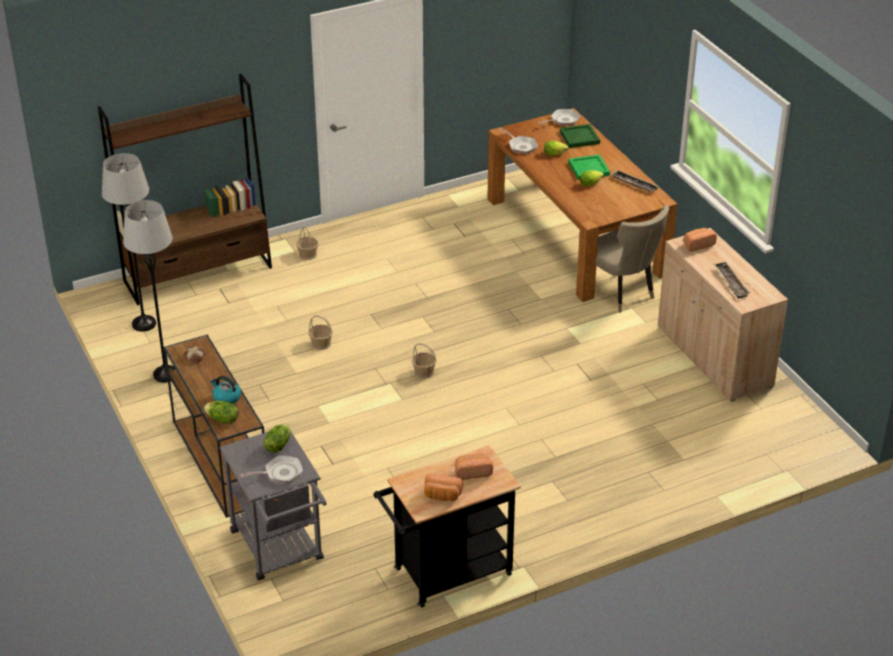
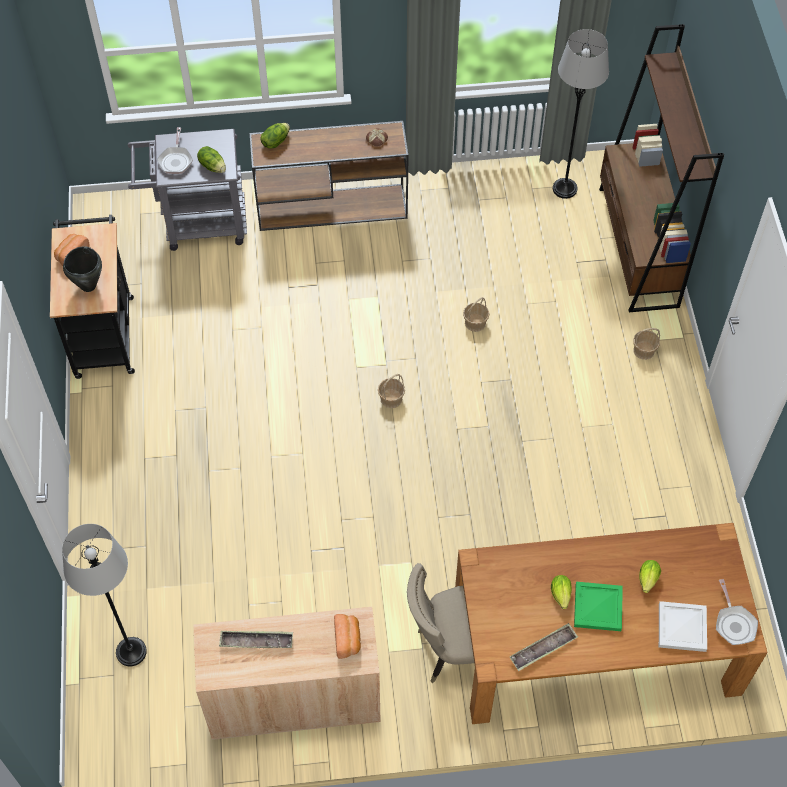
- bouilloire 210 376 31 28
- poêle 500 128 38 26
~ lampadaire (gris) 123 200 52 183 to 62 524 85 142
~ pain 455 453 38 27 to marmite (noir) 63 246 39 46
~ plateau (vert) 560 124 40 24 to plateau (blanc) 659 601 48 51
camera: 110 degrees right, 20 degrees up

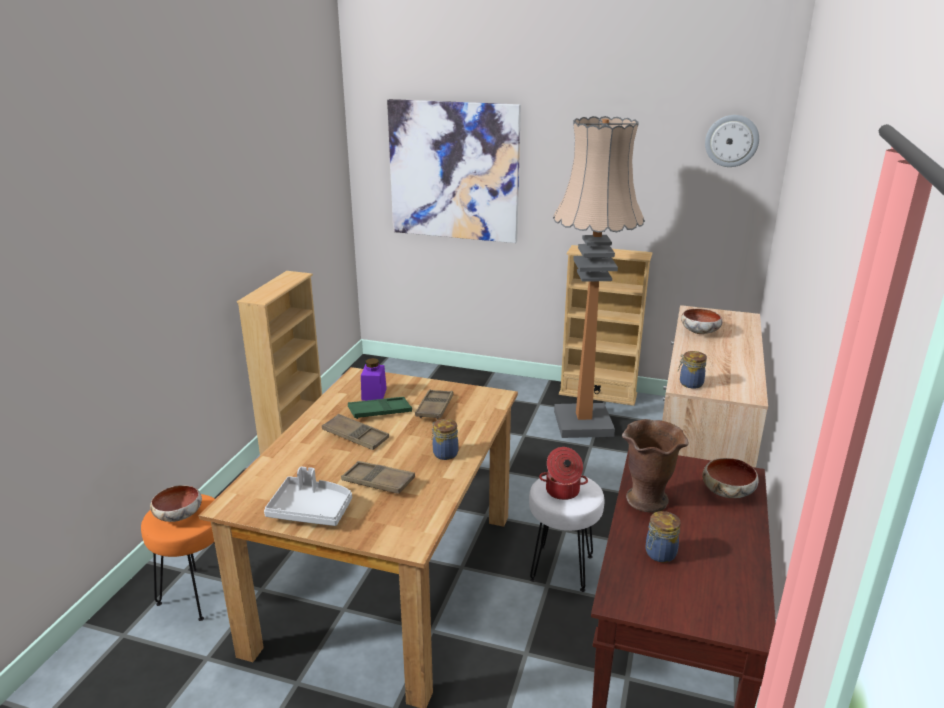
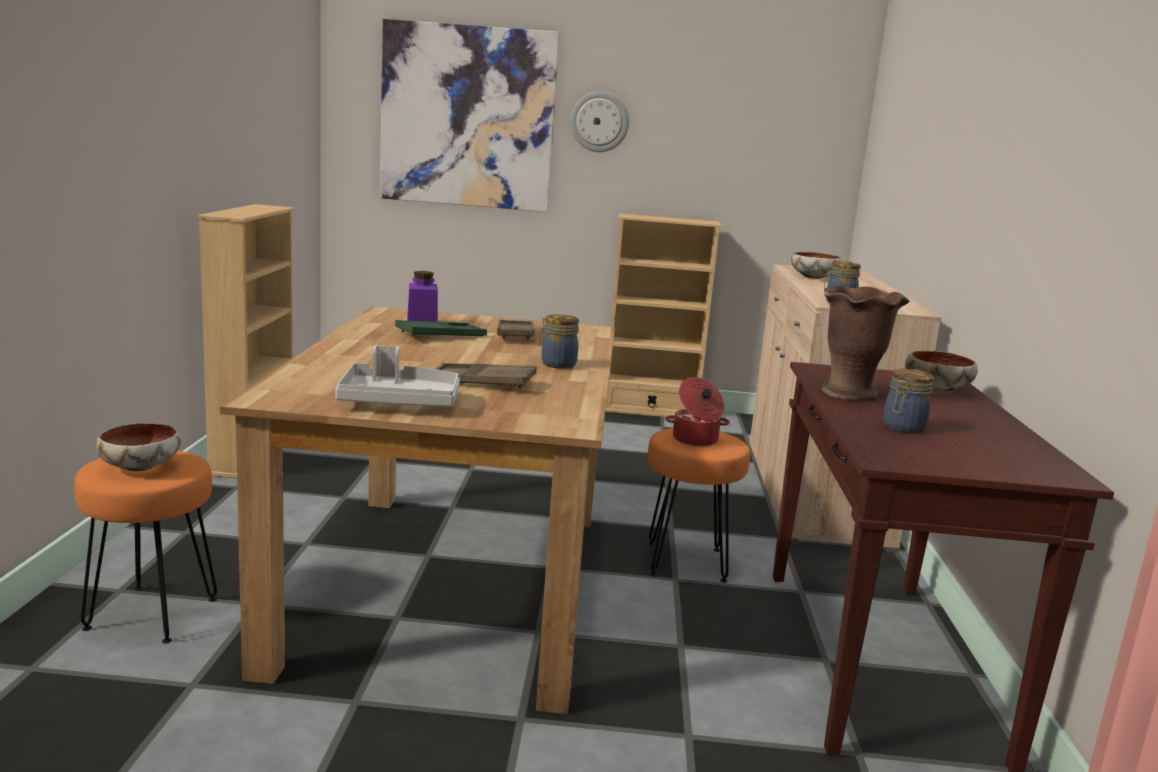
- plateau (marron) 322 414 67 36
- lampadaire 553 116 92 322
~ horloge murale 705 115 54 52 to 570 91 59 61
~ tabouret (blanc) 529 475 75 117 to tabouret (orange) 648 428 102 155
camera: 15 degrees left, 10 degrees down

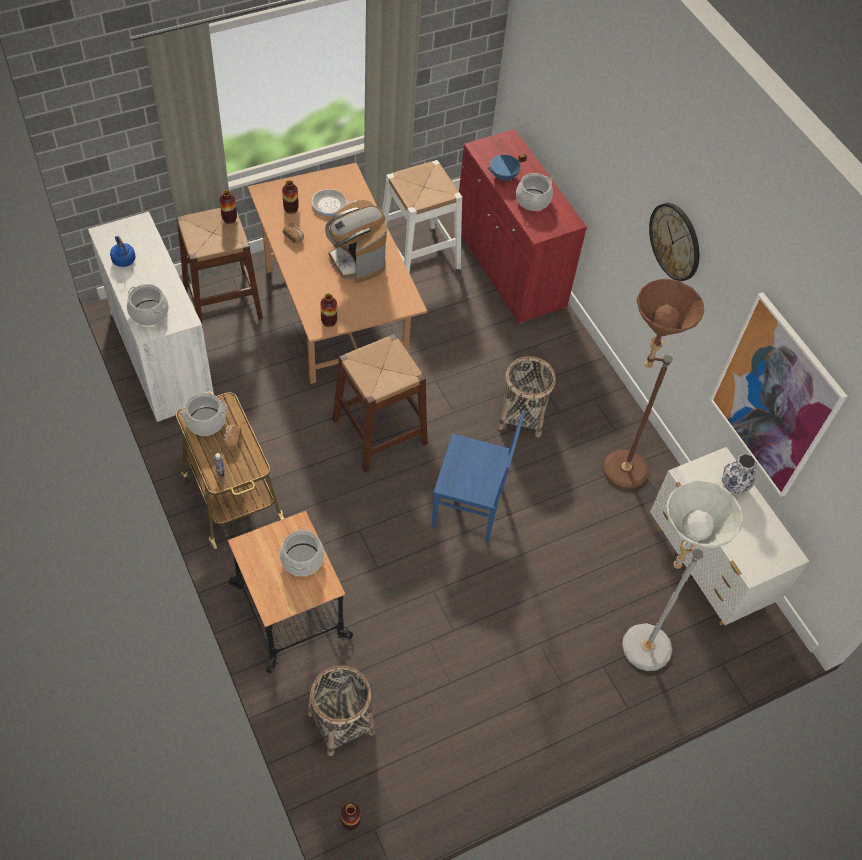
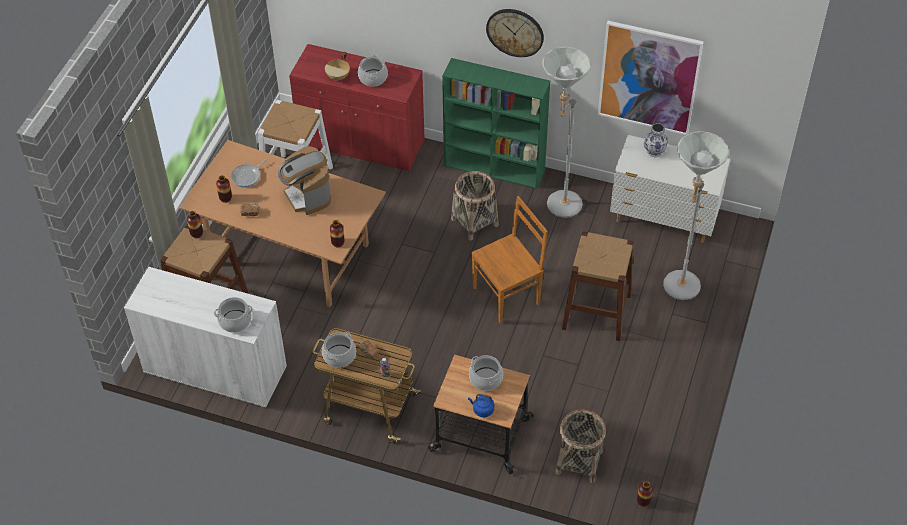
+ bibliothèque (vert) 442 58 108 131
~ bouilloire (bleu) 110 236 25 31 to 468 394 26 23
~ tabouret (marron) 332 334 96 138 to 562 231 72 110
~ chaise (bleu) 431 410 94 132 to chaise (marron) 471 196 77 127
~ marmite (bleu) 488 154 39 27 to marmite (beige) 325 52 25 29
~ lampadaire (marron) 603 279 101 210 to lampadaire (gris) 542 46 49 172
~ machine à café 325 200 62 83 = 278 146 53 69 45 degrees clockwise
camera: 40 degrees left, 5 degrees down

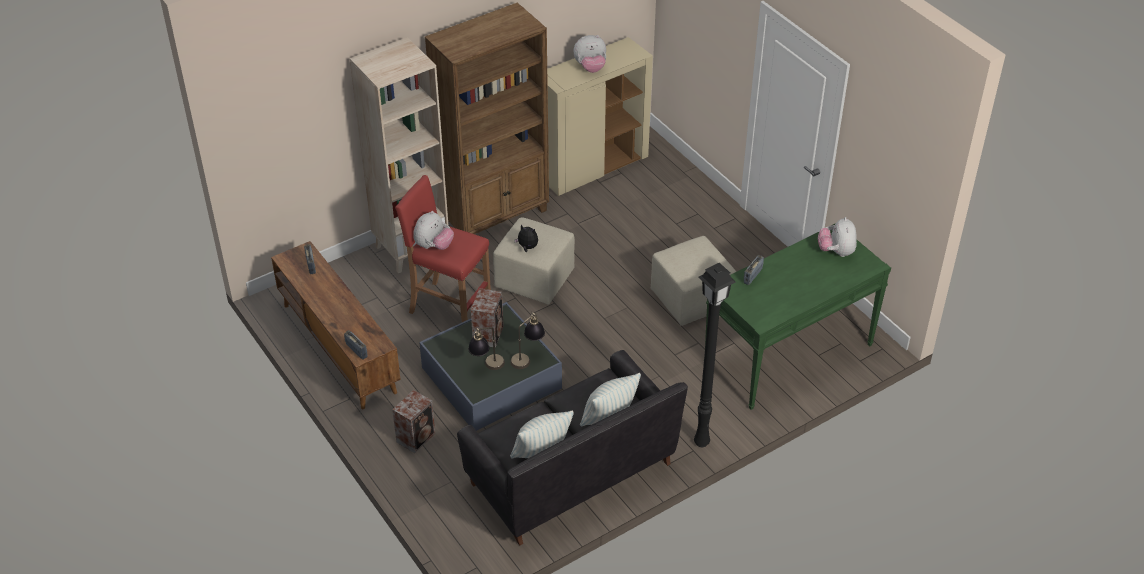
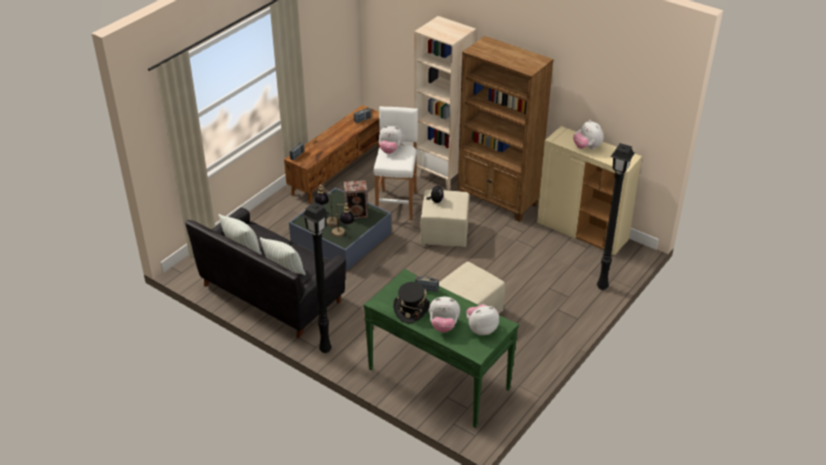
- enceinte 392 390 43 63
+ chapeau (noir) 393 282 37 41
+ peluche 429 297 31 36
+ lampadaire (noir) 597 143 38 147
~ tabouret (rouge) 395 175 96 147 to tabouret (blanc) 373 106 45 114
camera: 70 degrees right, 5 degrees down

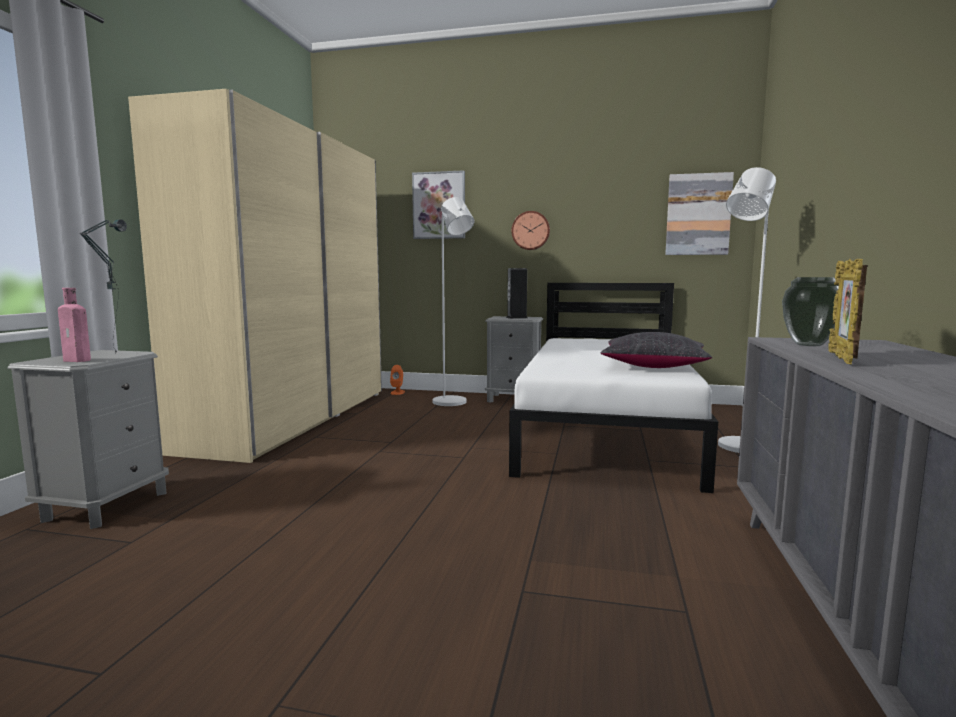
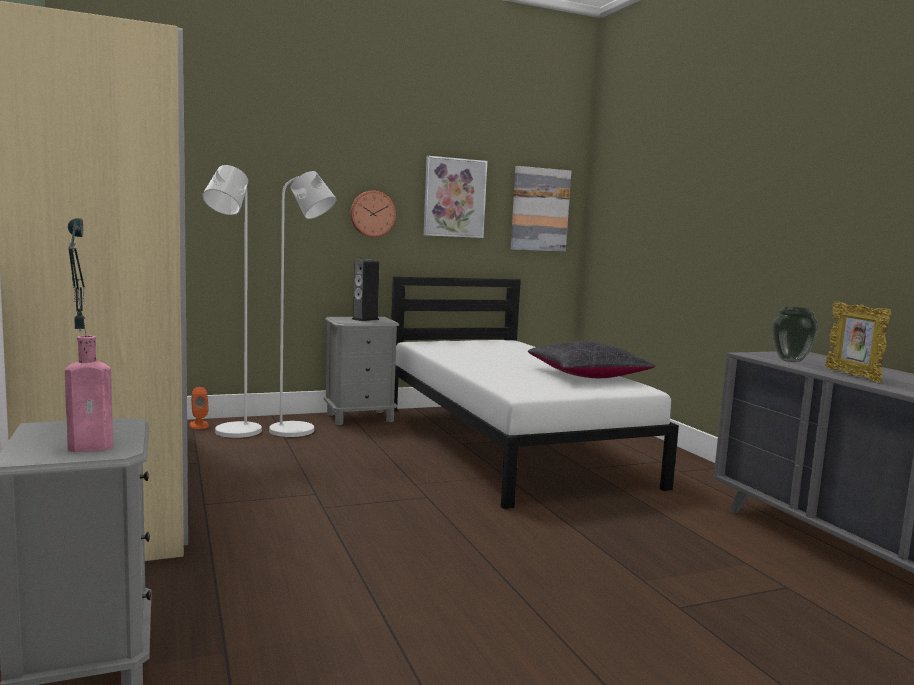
~ tableau 412 170 53 69 to 423 156 64 82
~ lampadaire (blanc) 718 167 58 286 to 202 165 60 273
camera: 35 degrees left, 0 degrees up

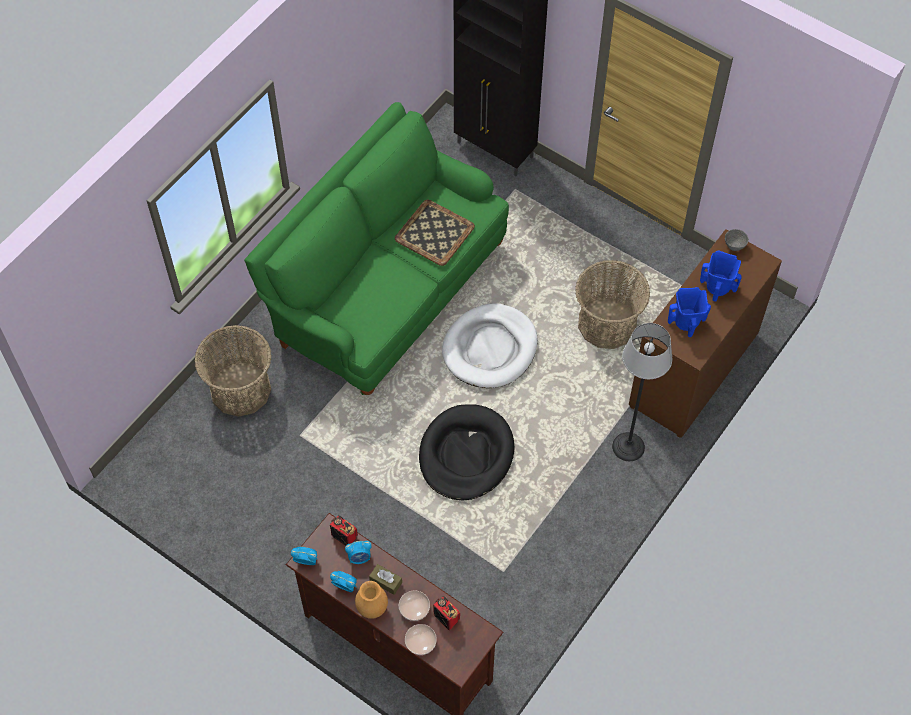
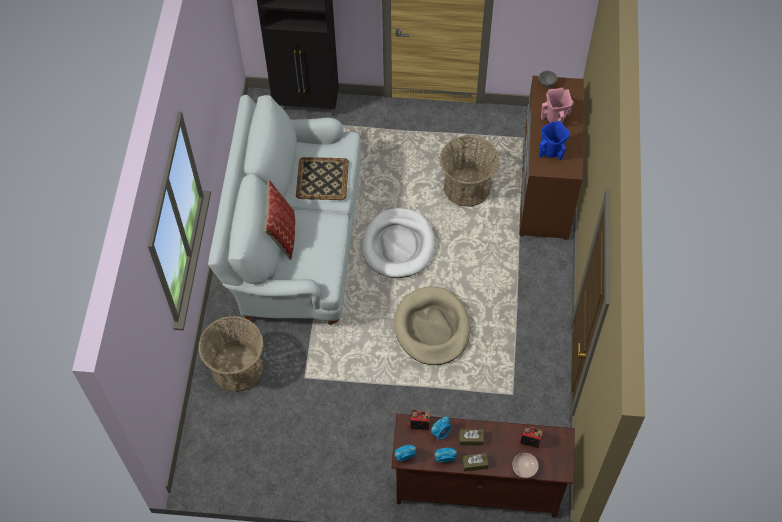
- bol 399 590 31 31
- lampadaire 612 323 60 138
+ coussin 264 180 31 80
~ vase (marron) 355 581 33 38 to boîte à mouchoirs (marron) 462 453 26 19
~ canapé (vert) 244 102 265 293 to canapé (blanc) 208 95 153 230
~ panier pour chien (noir) 419 404 96 96 to panier pour chien (beige) 394 286 76 79
~ vase (bleu) 700 251 42 51 to vase (rose) 541 88 33 35
camera: 30 degrees left, 0 degrees up

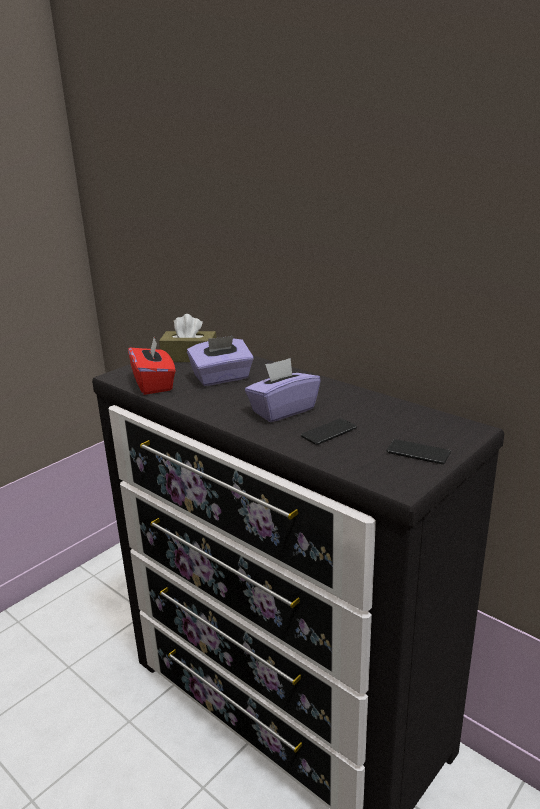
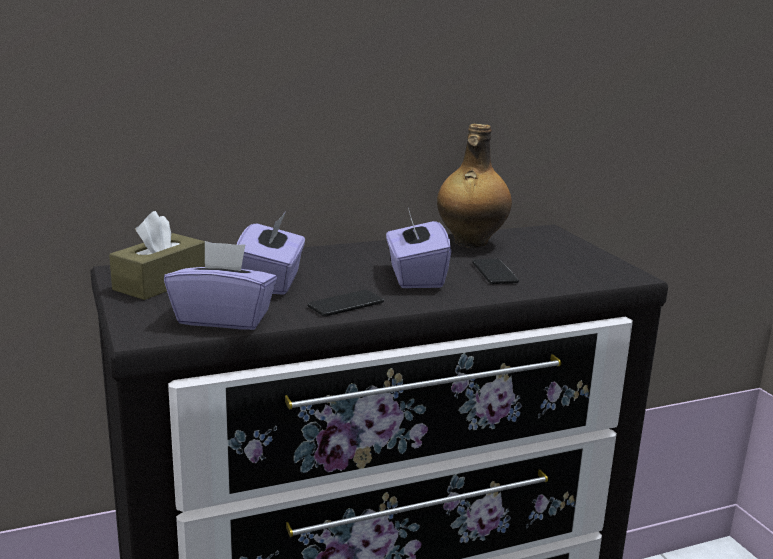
+ bouteille 437 124 75 124
~ téléphone 386 439 65 25 to 307 290 77 26
~ boîte à mouchoirs (rouge) 128 338 48 57 to boîte à mouchoirs (violet) 164 241 113 89
camera: 65 degrees left, 5 degrees down

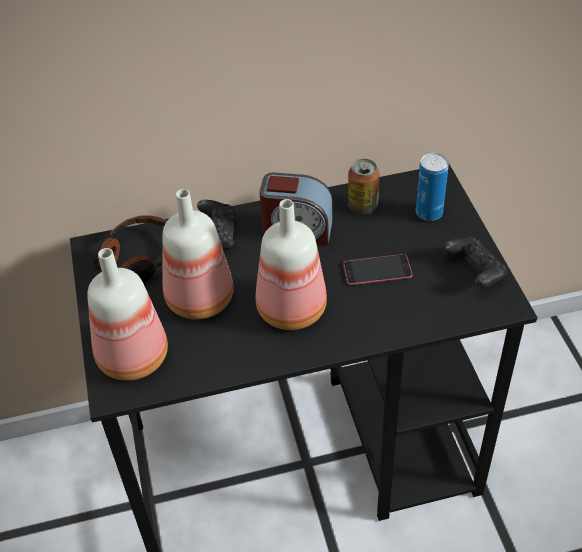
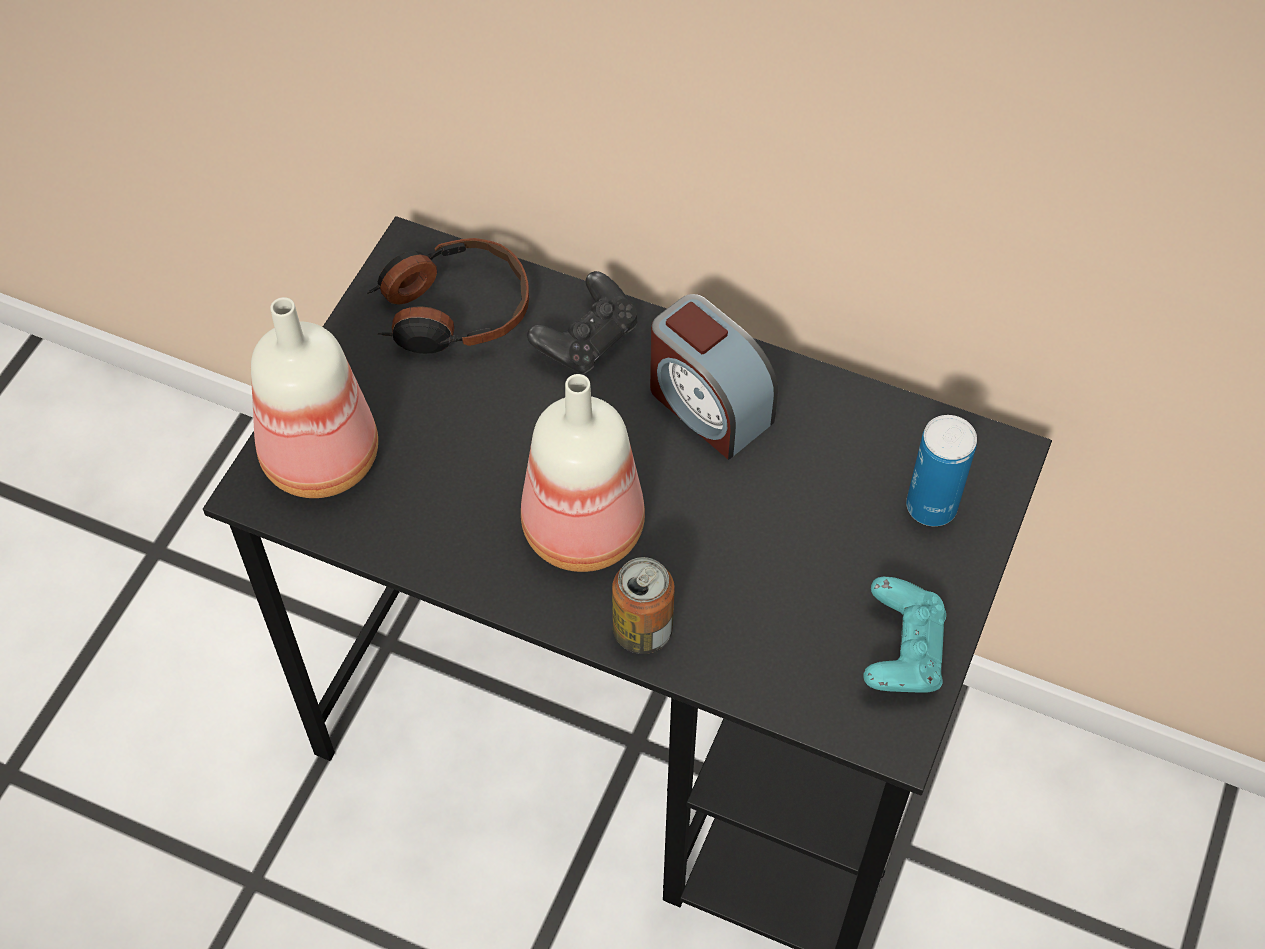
- bouteille 162 189 72 130
- téléphone 343 254 69 31
~ boîte métallique 348 159 31 56 to 612 557 63 97
~ manette (noir) 443 237 64 51 to manette (turquoise) 863 576 83 117
camera: 35 degrees right, 10 degrees up

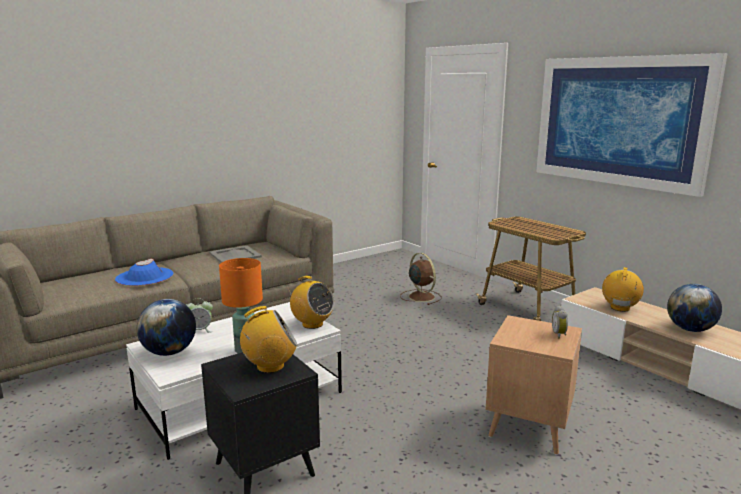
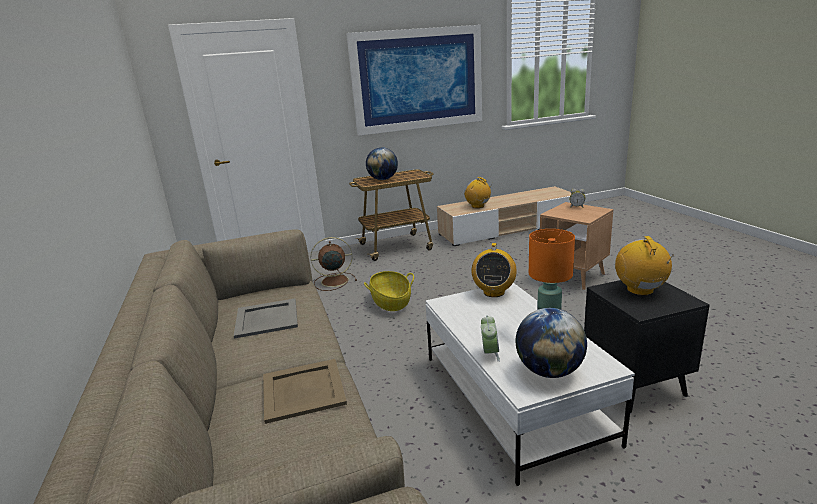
+ panier 364 271 50 40
~ globe 667 284 55 48 to 366 147 32 33
~ chapeau (bleu) 115 259 59 27 to plateau (beige) 263 359 84 65
~ radio 286 276 48 53 = 472 243 45 54 135 degrees clockwise
camera: 70 degrees left, 5 degrees up

